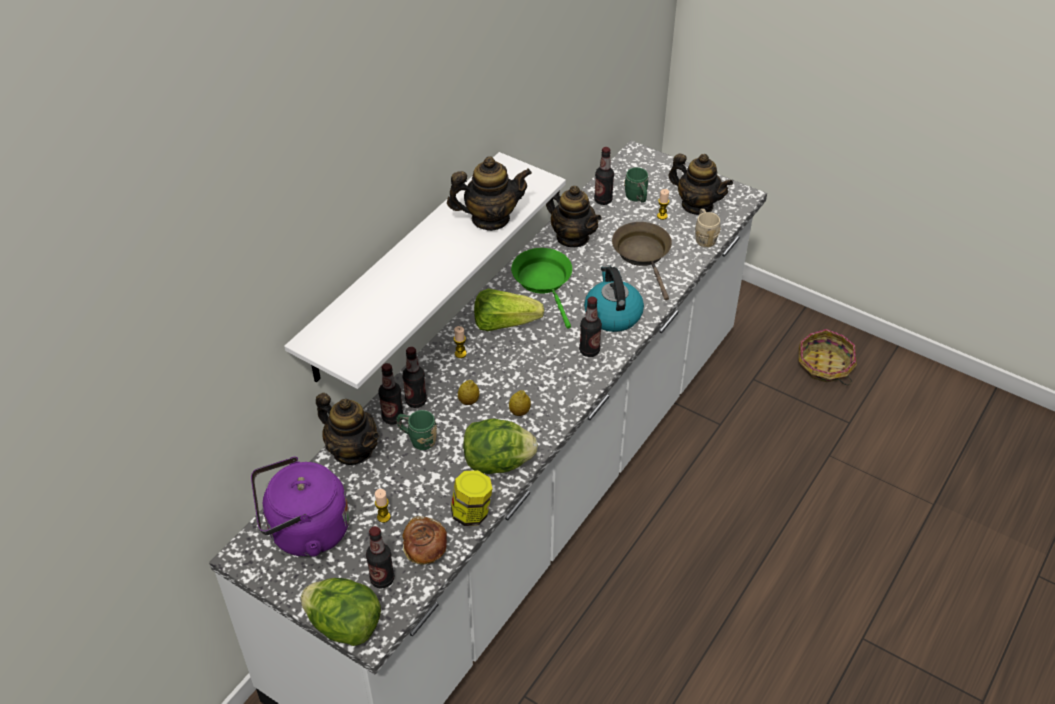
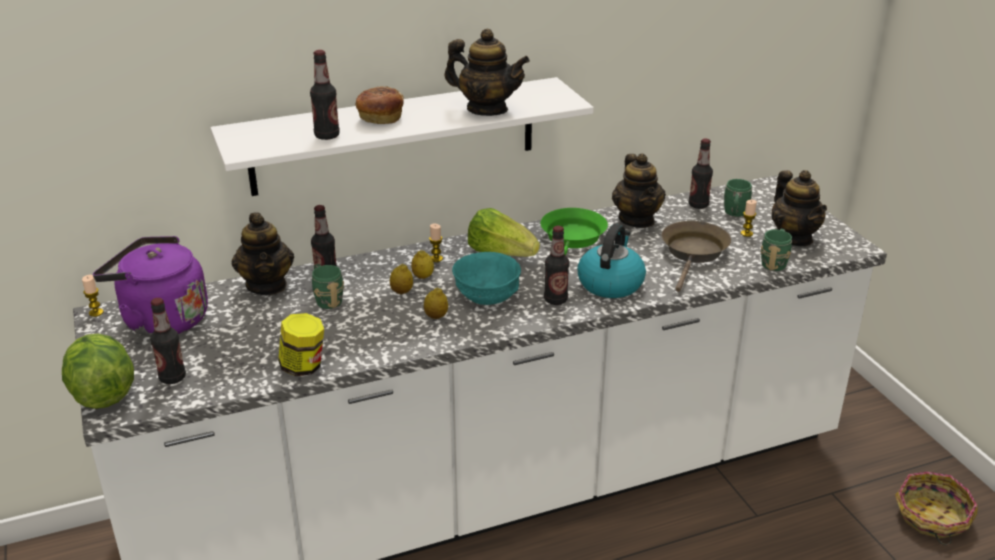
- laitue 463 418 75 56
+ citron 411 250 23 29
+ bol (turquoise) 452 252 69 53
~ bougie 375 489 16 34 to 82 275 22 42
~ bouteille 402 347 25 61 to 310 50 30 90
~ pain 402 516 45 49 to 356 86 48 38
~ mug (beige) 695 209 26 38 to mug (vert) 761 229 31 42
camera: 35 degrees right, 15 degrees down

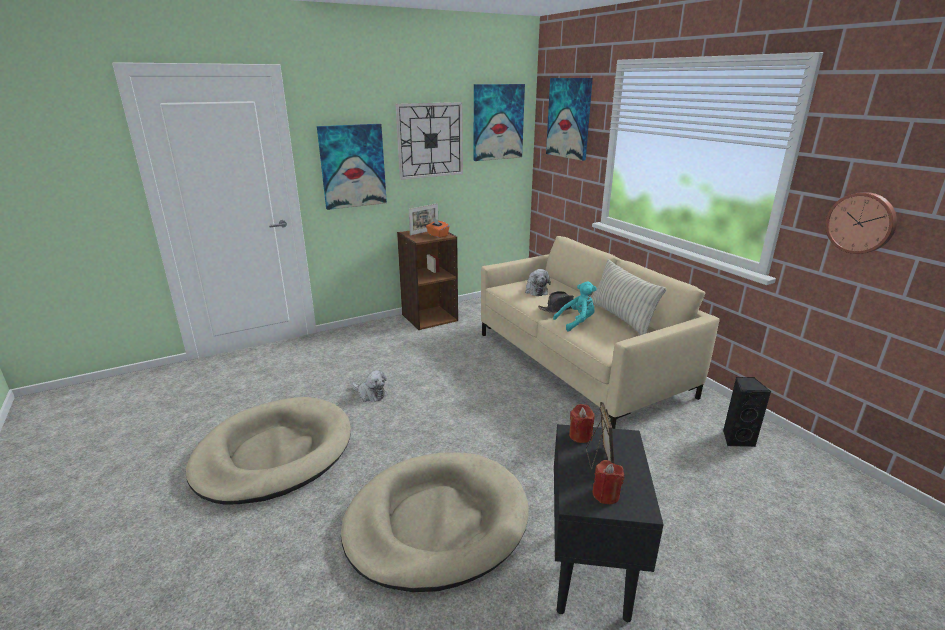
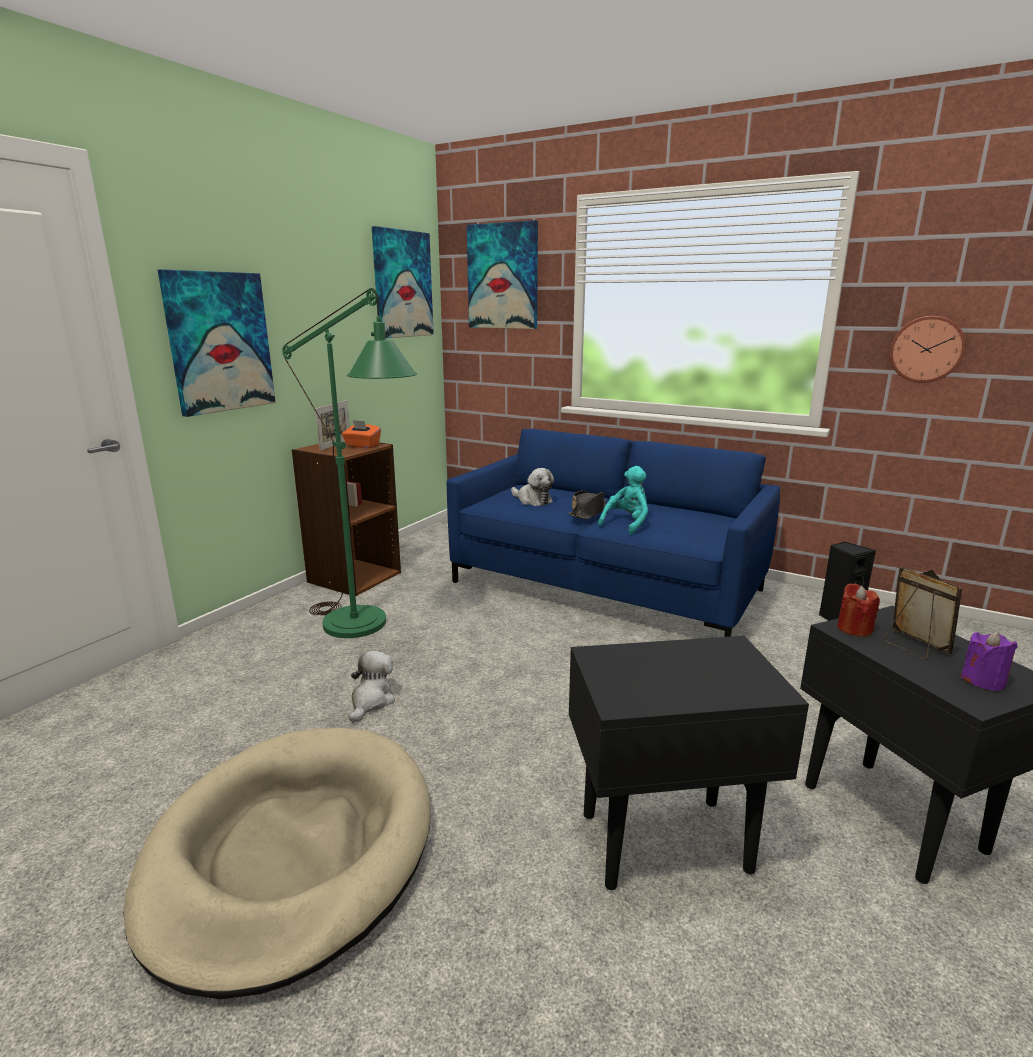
- horloge murale 396 102 67 78
- coussin 592 259 75 76
+ lampadaire (vert) 282 288 135 350
~ panier pour chien (beige) 341 453 188 139 to table d'appoint (noir) 569 636 240 254
~ canapé (beige) 481 236 239 193 to canapé (bleu) 447 429 333 208
~ bougie (rouge) 592 460 32 44 to bougie (violet) 961 632 57 59
~ peluche 351 370 36 32 = 349 651 46 72 75 degrees counterclockwise
camera: 30 degrees left, 5 degrees down

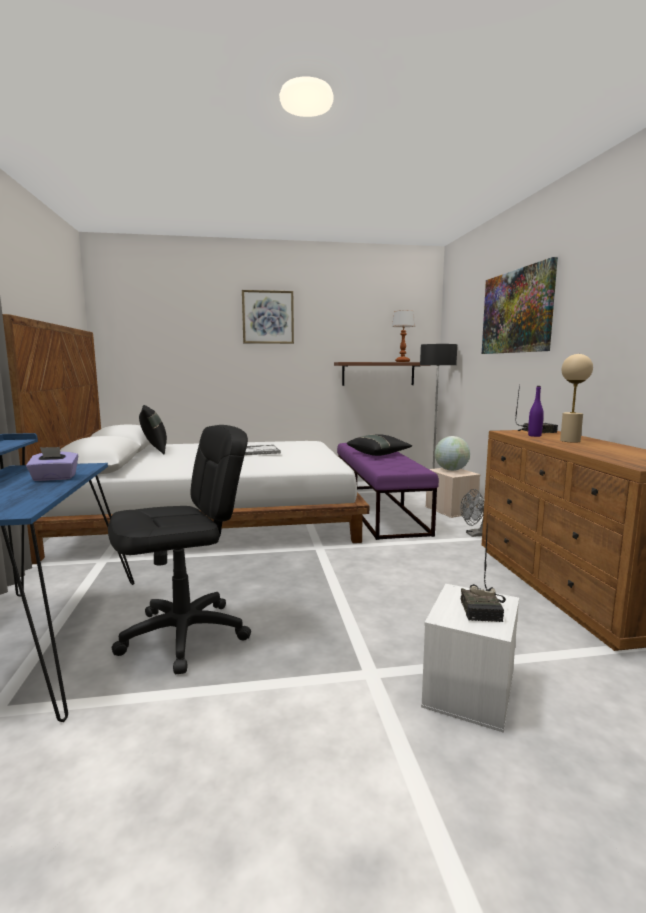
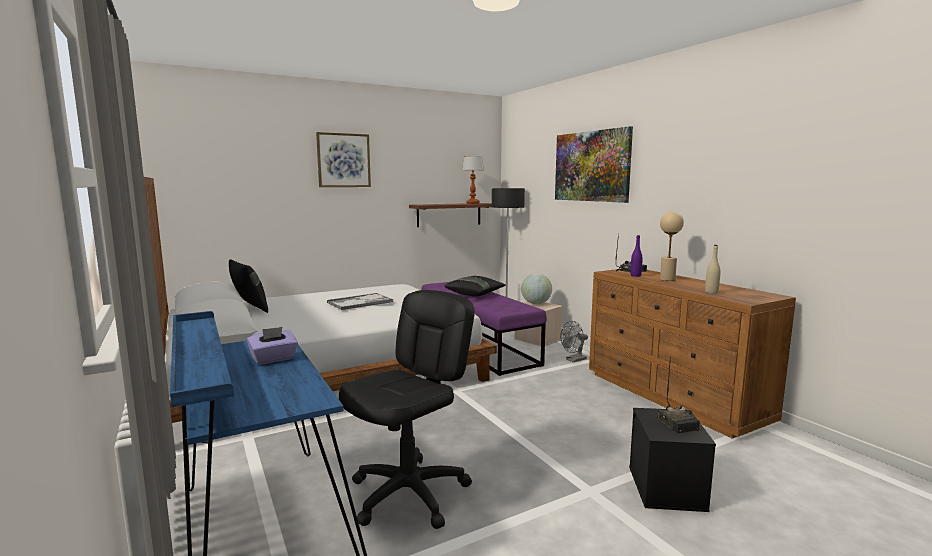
+ bouteille (beige) 705 245 16 49
~ boîte de rangement (blanc) 421 584 98 149 to boîte de rangement (noir) 629 408 87 104
camera: 20 degrees left, 0 degrees up

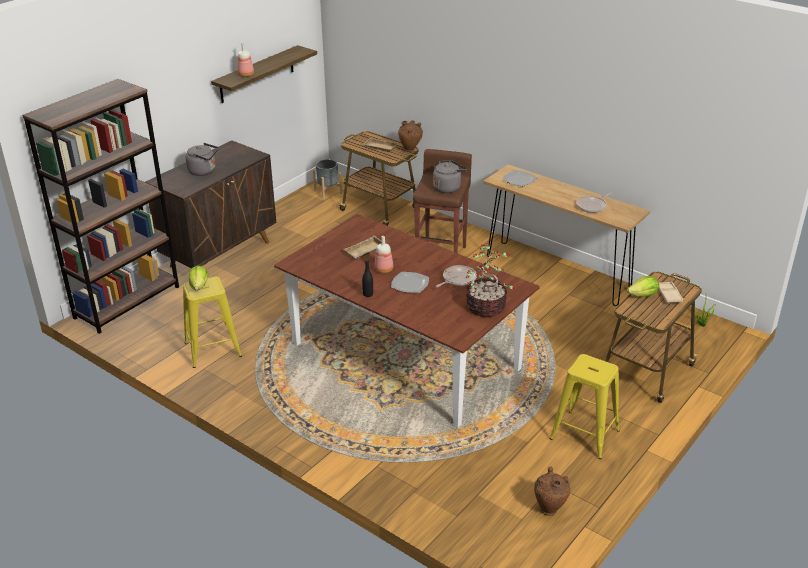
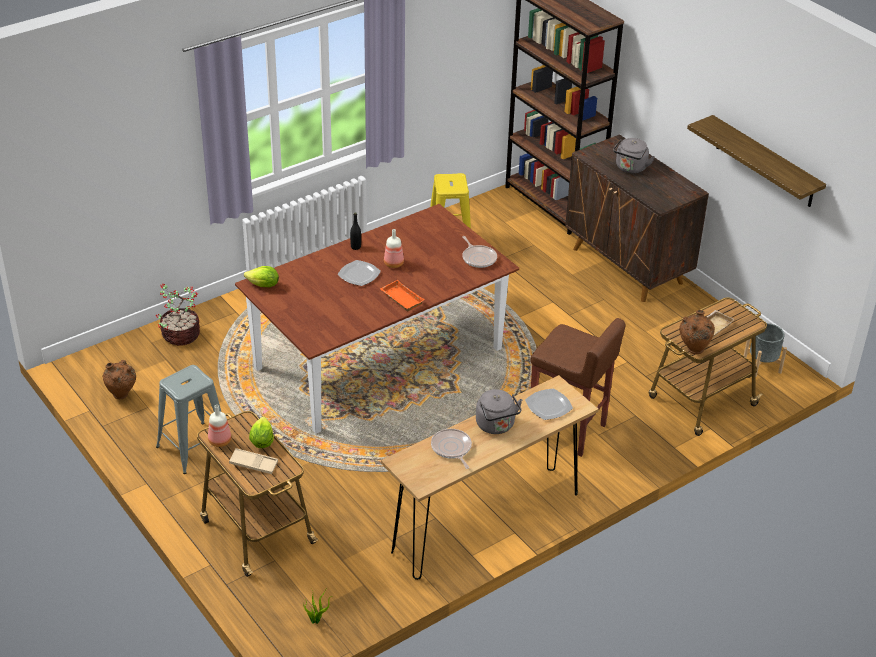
- plateau (beige) 344 235 37 24
+ plateau (orange) 380 280 45 31
~ laitue 189 266 19 24 to 244 266 35 21
~ bouteille 238 43 16 34 to 208 405 23 42
~ bouilloire (gris) 433 160 34 33 to 476 389 46 45
~ poêle 436 265 41 22 to 462 236 35 32
~ plante en pot 465 243 51 74 to 156 284 44 62
~ tabouret (jaune) 549 354 71 105 to tabouret (gris) 156 365 74 109
camera: 105 degrees right, 5 degrees up

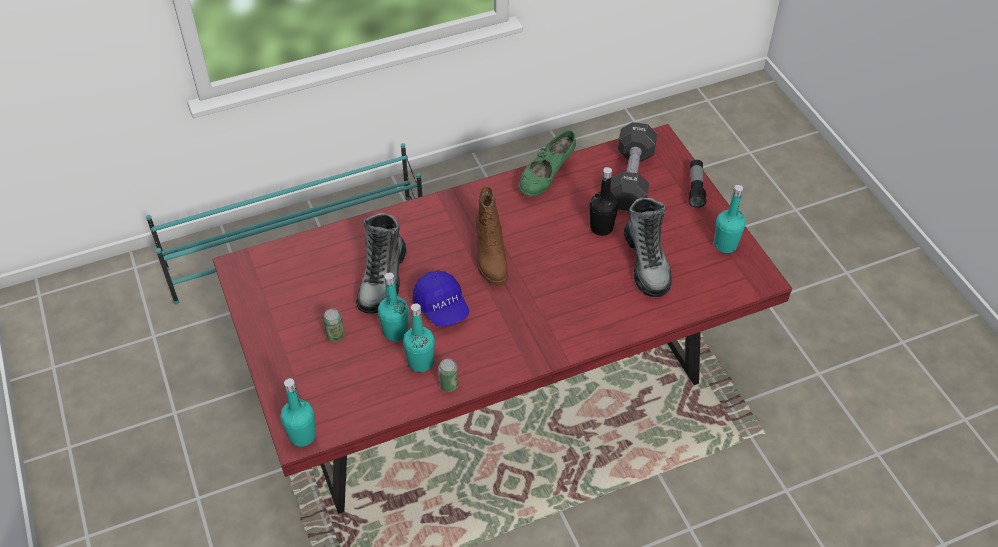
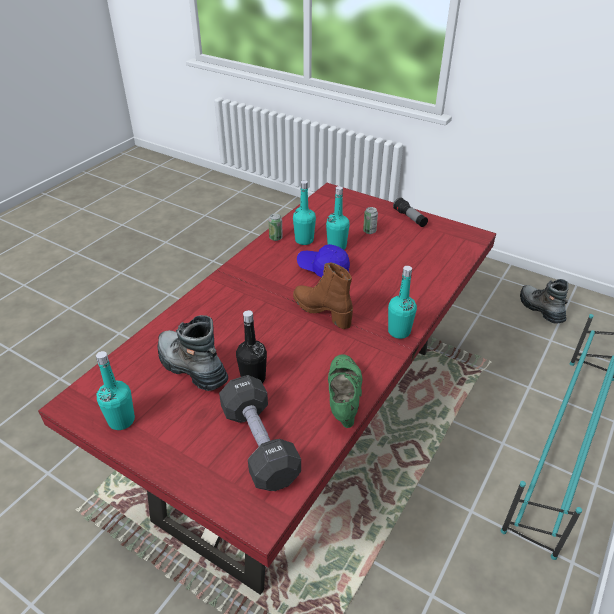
~ bouteille (turquoise) 281 378 35 69 to 388 266 29 73
~ botte 357 213 50 101 to 520 279 49 45
~ lampe de poche 689 160 18 48 to 393 197 35 30
camera: 145 degrees right, 10 degrees down

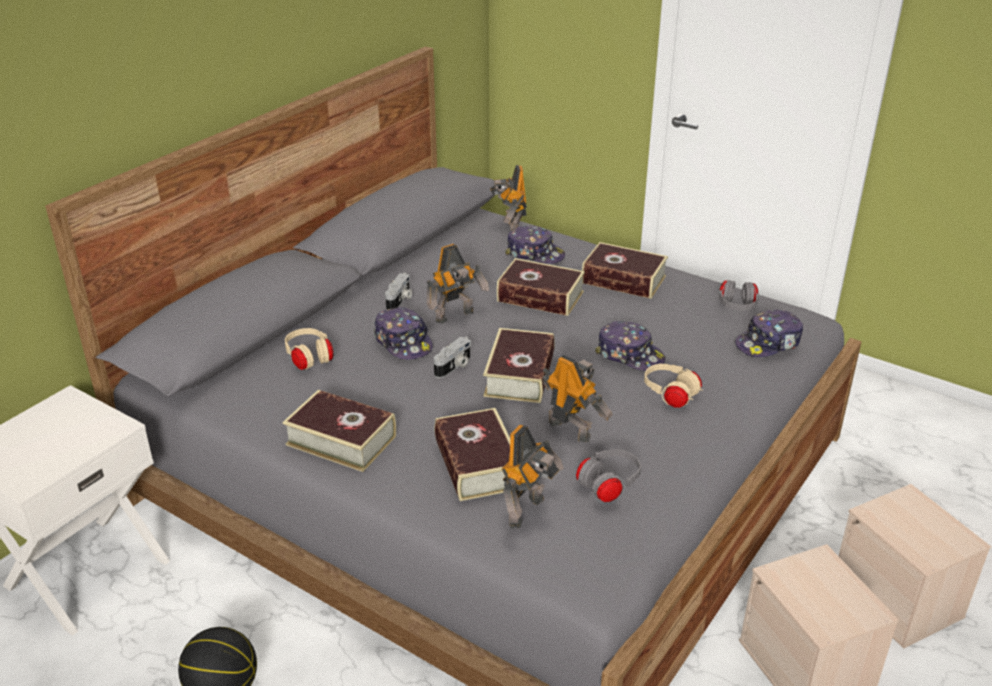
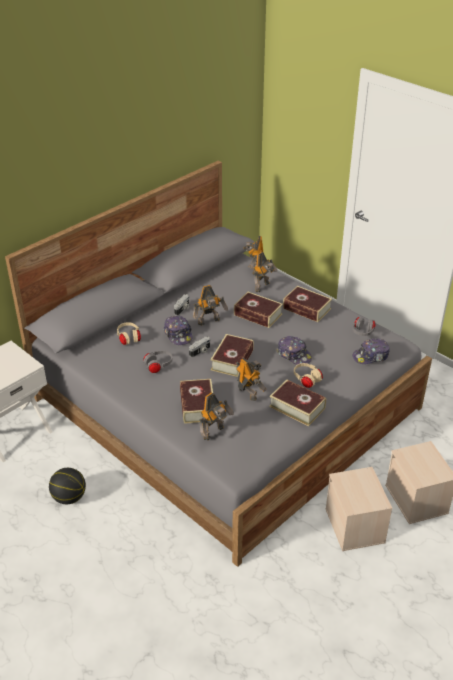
~ livre 283 390 113 82 to 269 380 57 46
~ casque audio (gris) 576 449 65 53 to 143 350 30 23
~ casquette 505 225 60 39 to robot jouet 253 252 24 40
camera: 10 degrees right, 5 degrees up

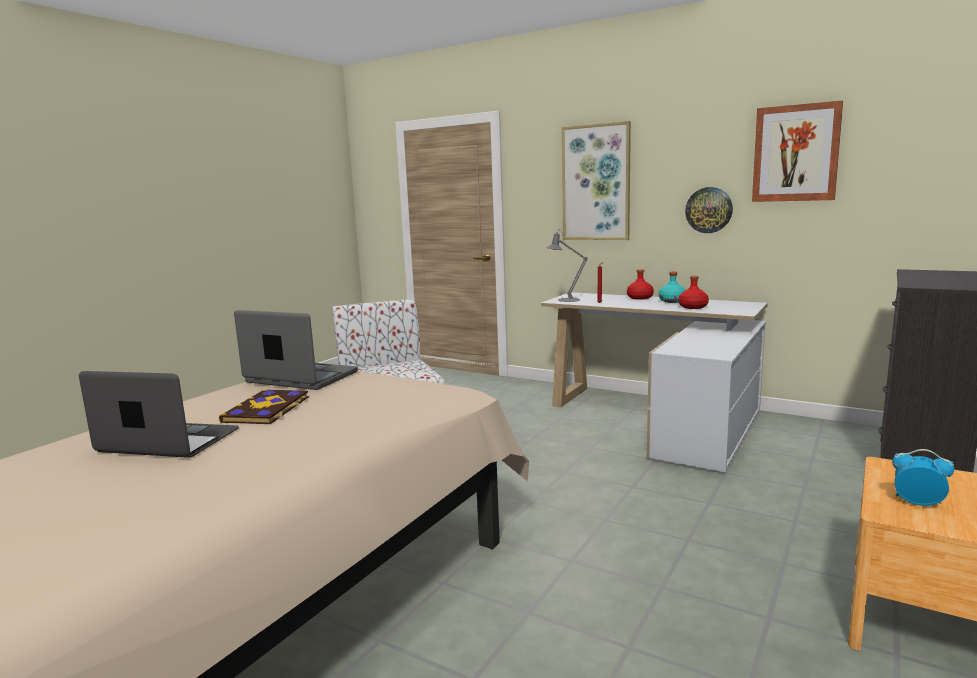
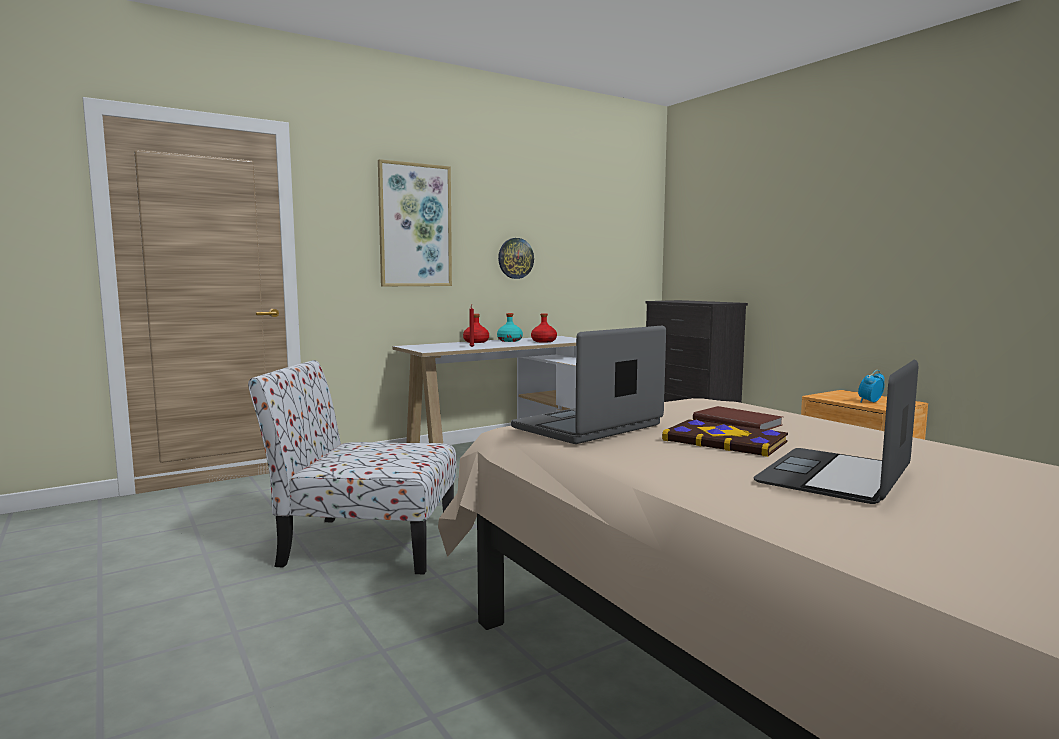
- lampe de table (gris) 546 229 42 73
- tableau 752 101 91 101
+ livre (marron) 693 406 89 24
camera: 65 degrees left, 5 degrees down

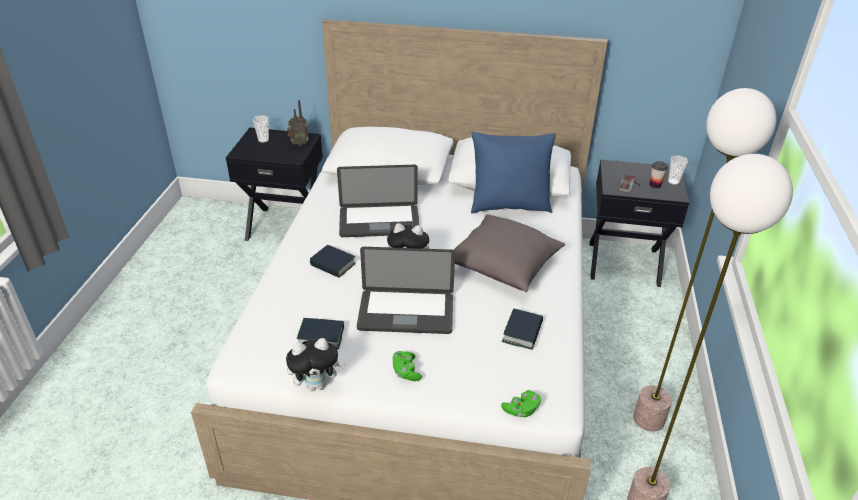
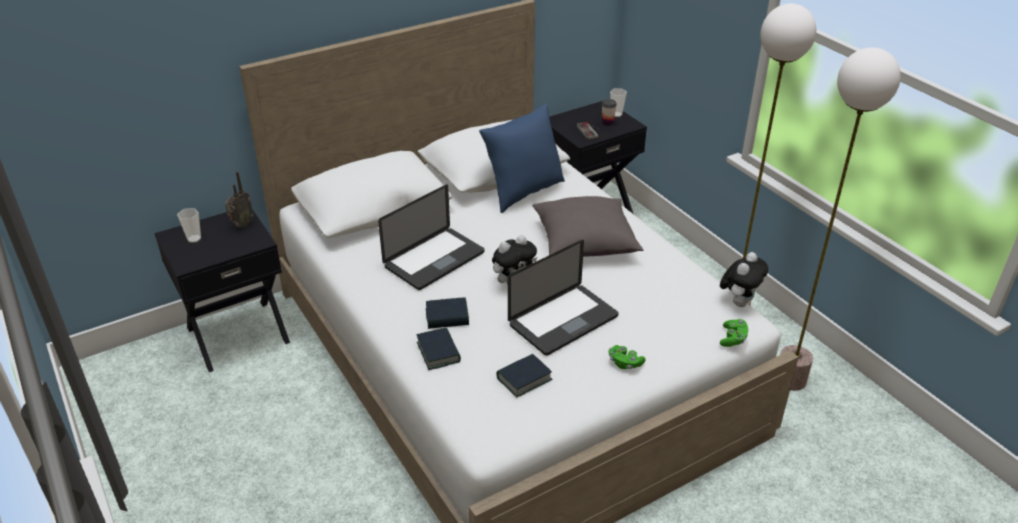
~ peluche 286 338 59 53 to 720 252 48 55
~ livre 502 309 41 41 to 417 327 44 43
camera: 40 degrees left, 0 degrees up

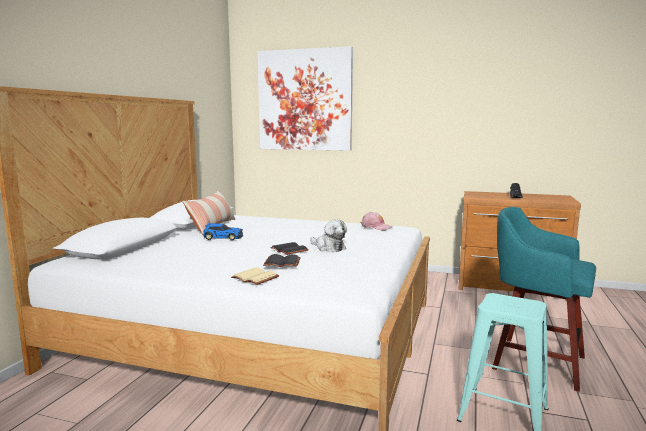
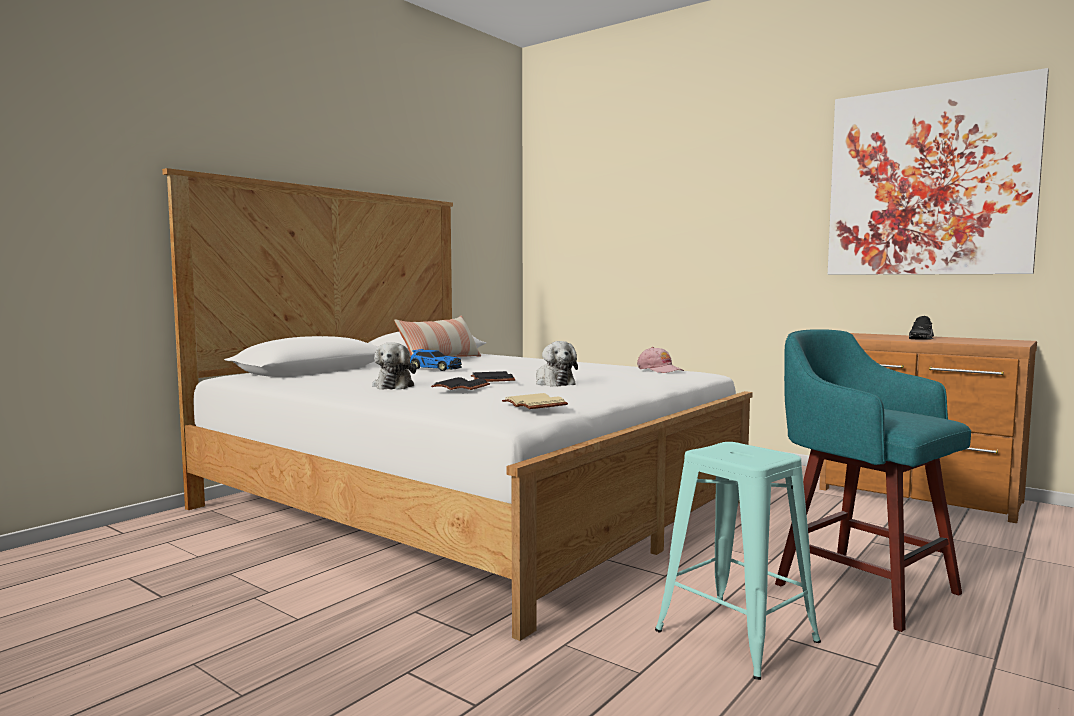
+ peluche 372 342 45 48
~ livre (beige) 231 267 48 18 to 502 393 66 16
~ tableau 258 46 95 105 to 828 68 221 207
camera: 20 degrees right, 5 degrees down

